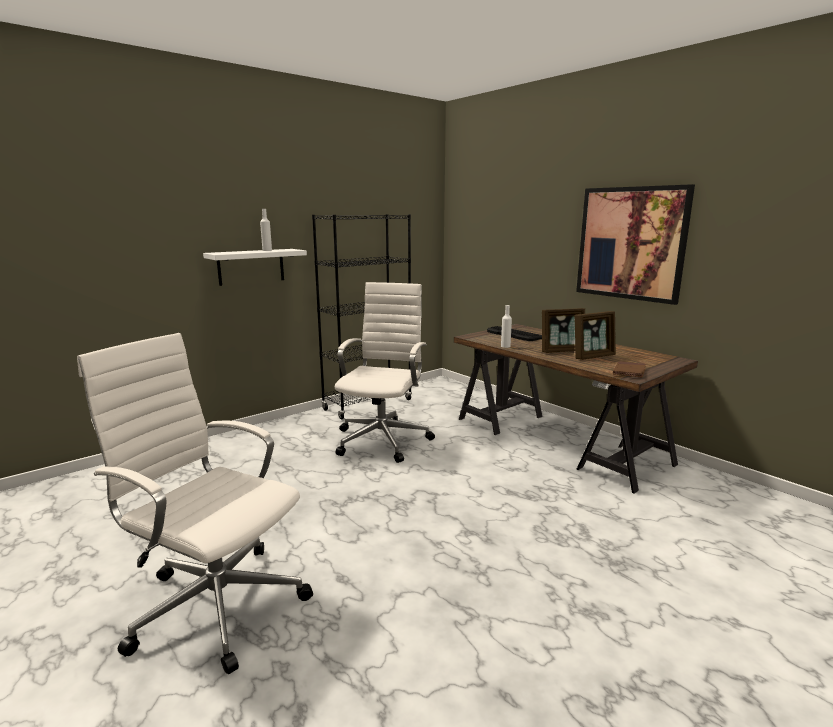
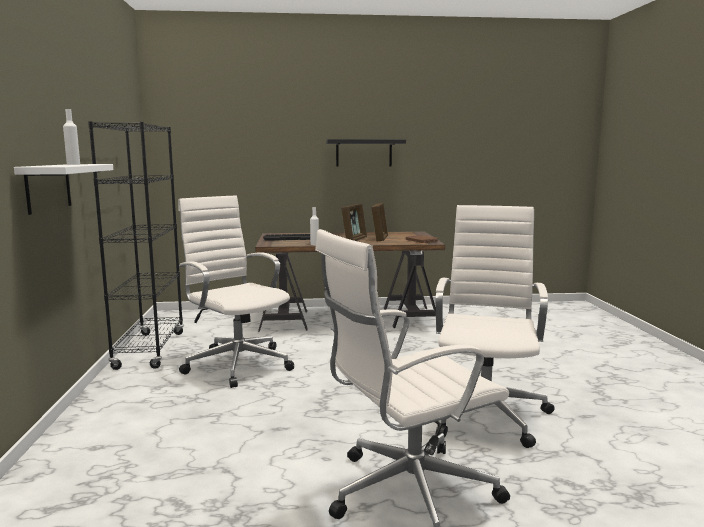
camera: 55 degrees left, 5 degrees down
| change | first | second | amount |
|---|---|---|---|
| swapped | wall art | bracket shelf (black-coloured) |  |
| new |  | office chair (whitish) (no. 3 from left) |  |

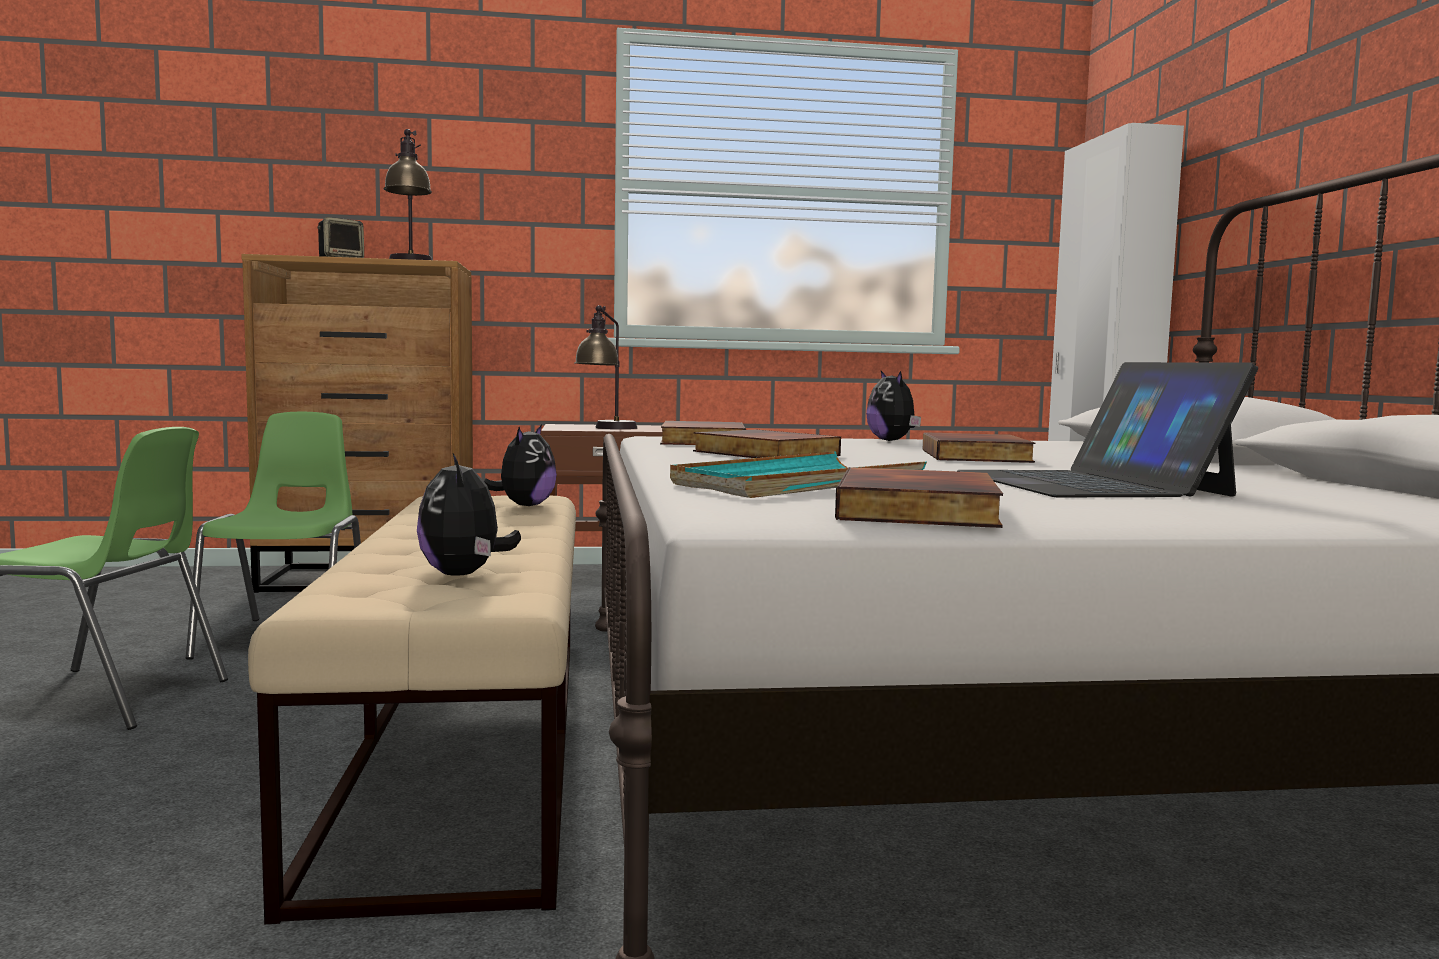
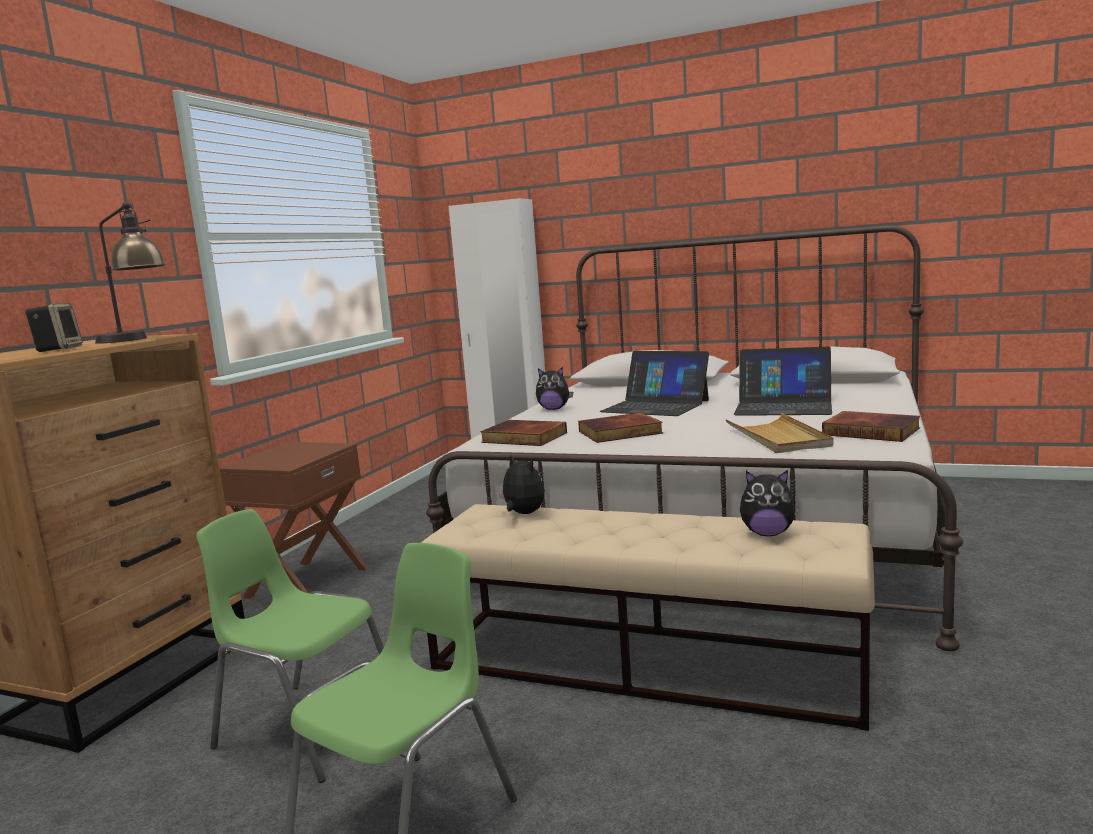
camera: 60 degrees left, 5 degrees up
| change | first | second | amount |
|---|---|---|---|
| swapped | bound book (no. 4 from left) | portable computer (no. 1 from left) |  |
| repainted | serving tray (turquoise) | serving tray (sand-coloured) |  |
| gone | tabletop lamp (no. 2 from left) |  |  |

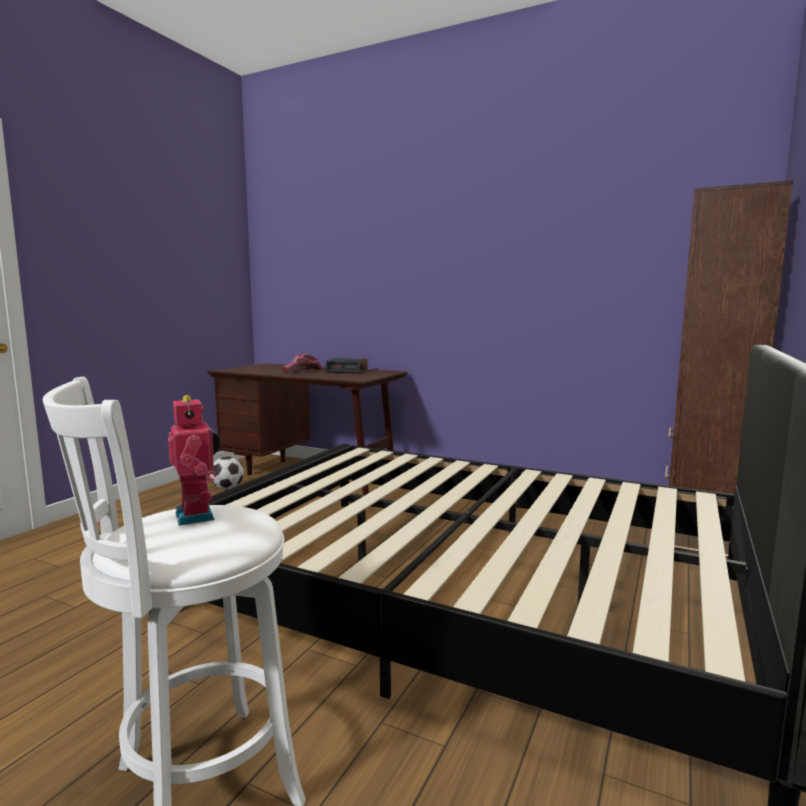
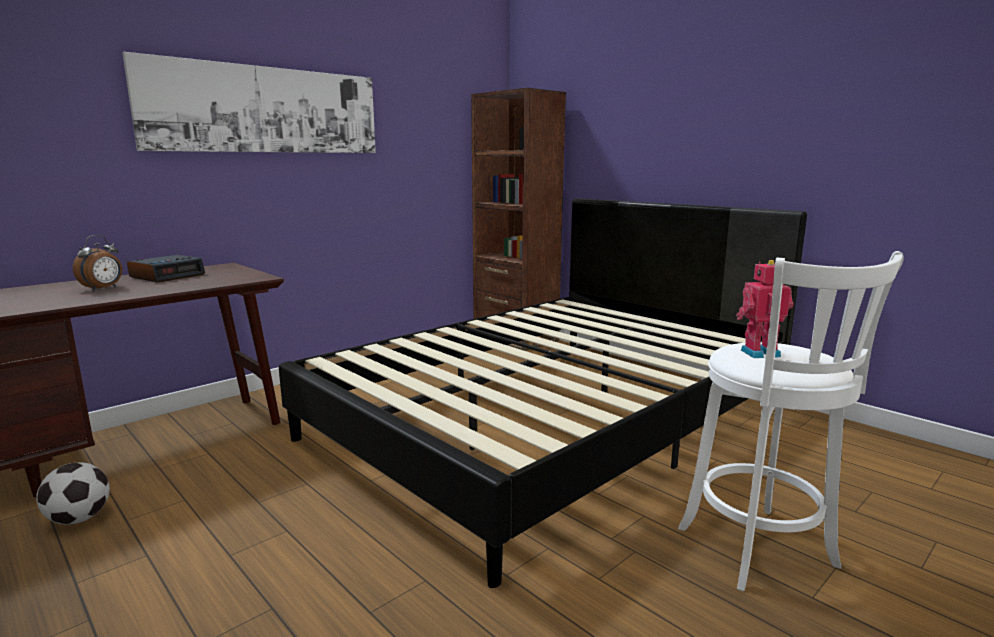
camera: 70 degrees left, 5 degrees up
| change | first | second | amount |
|---|---|---|---|
| swapped | cap | table clock (no. 1 from left) |  |
| new |  | wall art |  |

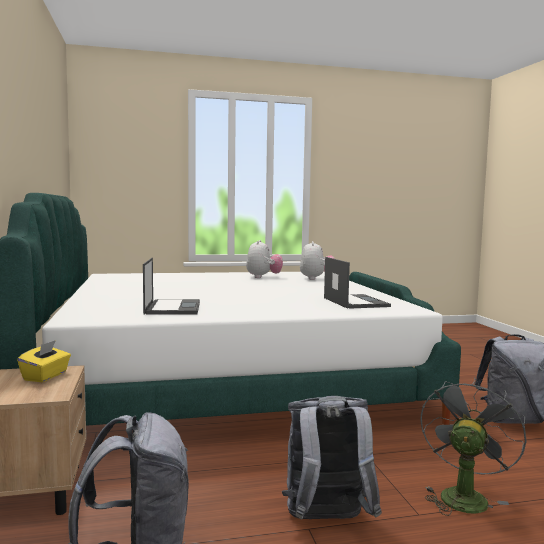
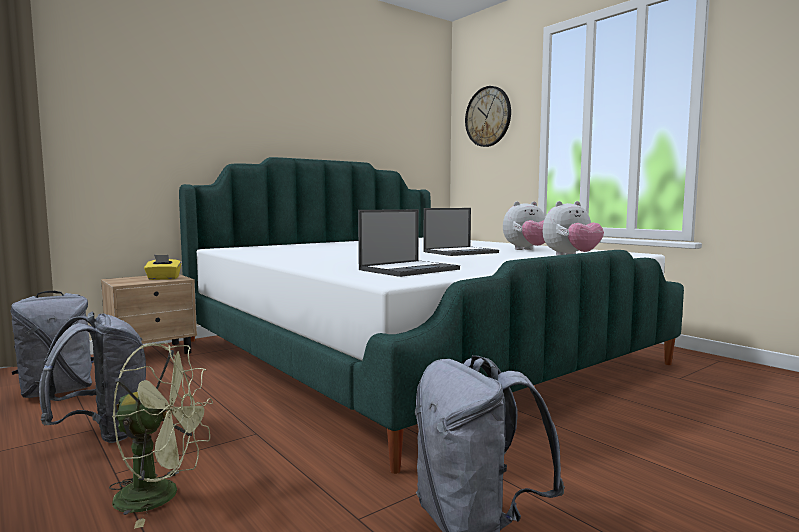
camera: 65 degrees right, 0 degrees up
| change | first | second | amount |
|---|---|---|---|
| repainted | electric fan (gray) | electric fan (green-coloured) |  |
| shifted | portable computer (no. 1 from left in the first image) | portable computer (no. 2 from left) |  |
| new |  | wall clock |  |

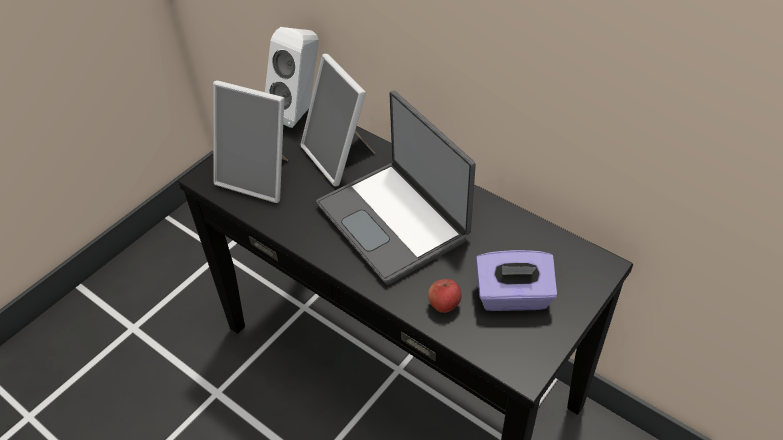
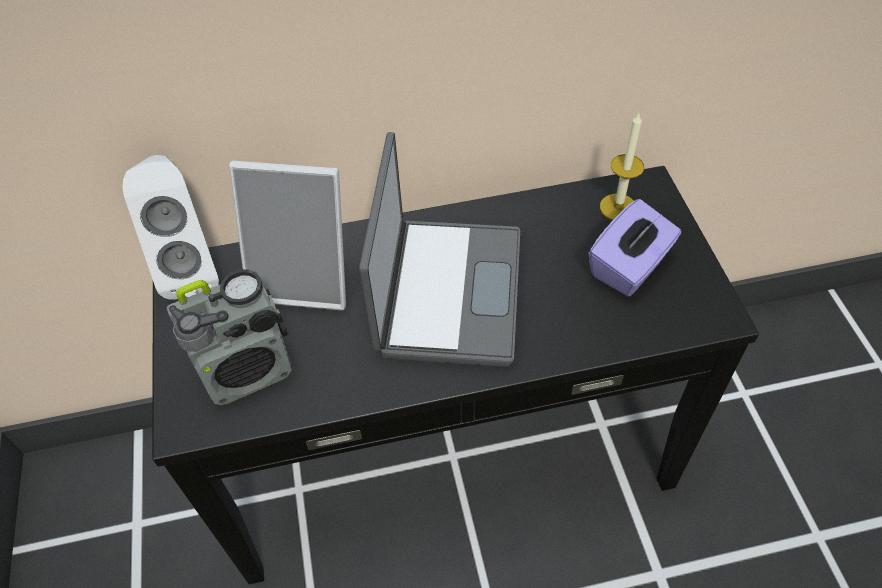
camera: 50 degrees left, 5 degrees up
| change | first | second | amount |
|---|---|---|---|
| swapped | photo frame (no. 1 from left) | radio receiver |  |
| rotated | portable computer |  | 90 degrees counterclockwise |
| new |  | wax light |  |
| gone | apple |  |  |

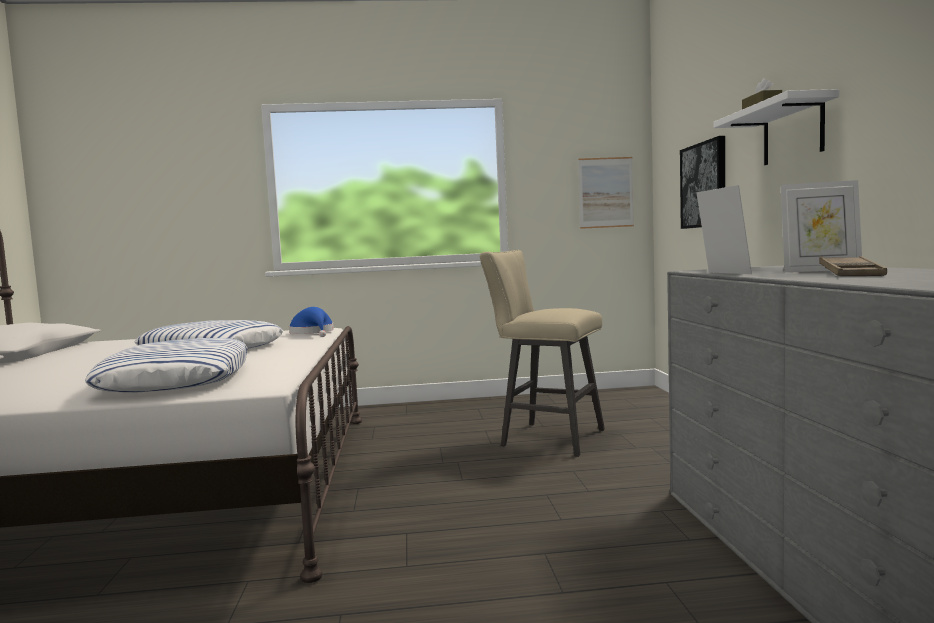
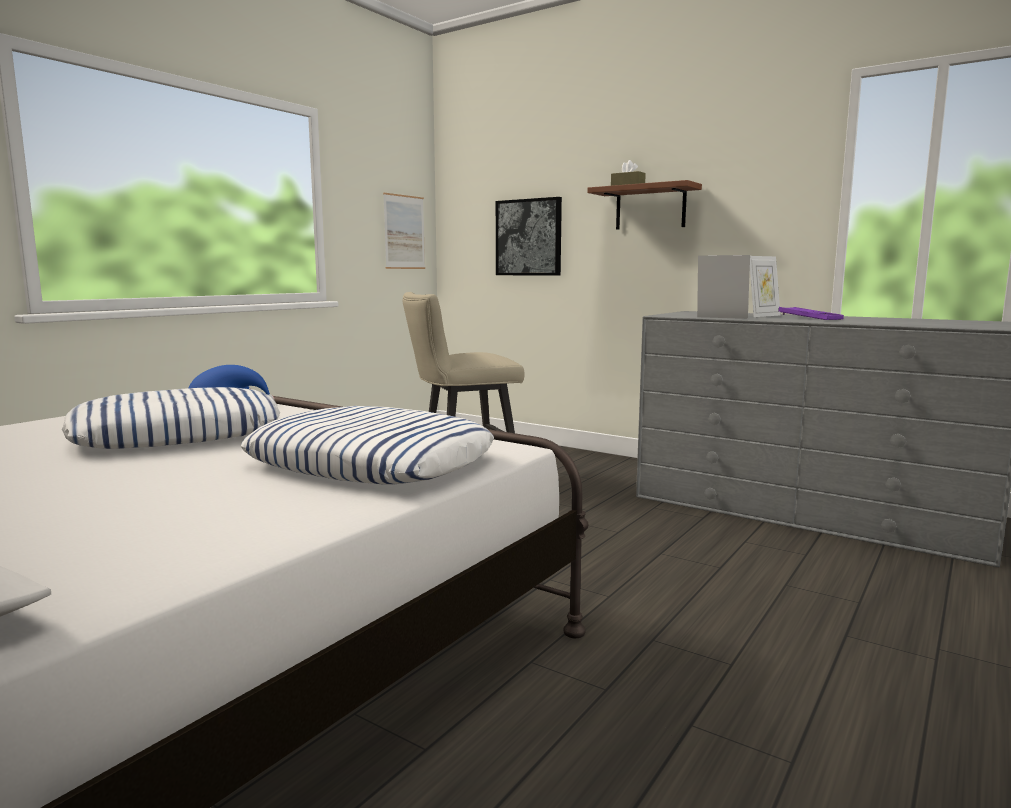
camera: 50 degrees left, 5 degrees up
| change | first | second | amount |
|---|---|---|---|
| repainted | bracket shelf (whitish) | bracket shelf (brownish) |  |
| repainted | serving tray (brownish) | serving tray (purple-coloured) |  |

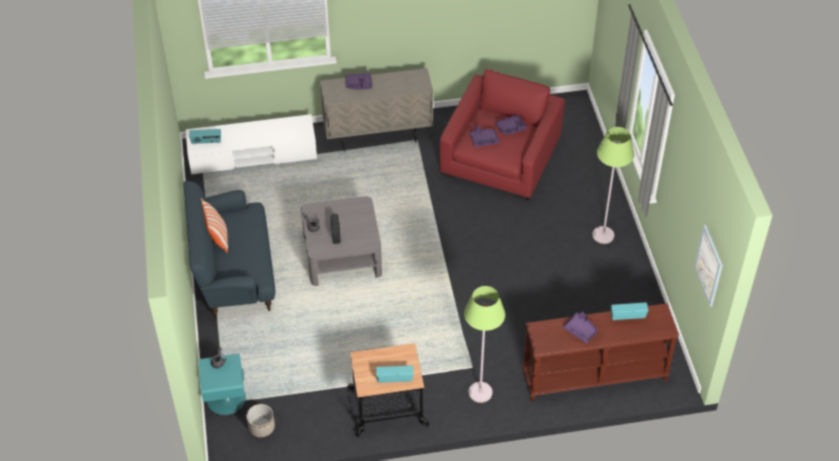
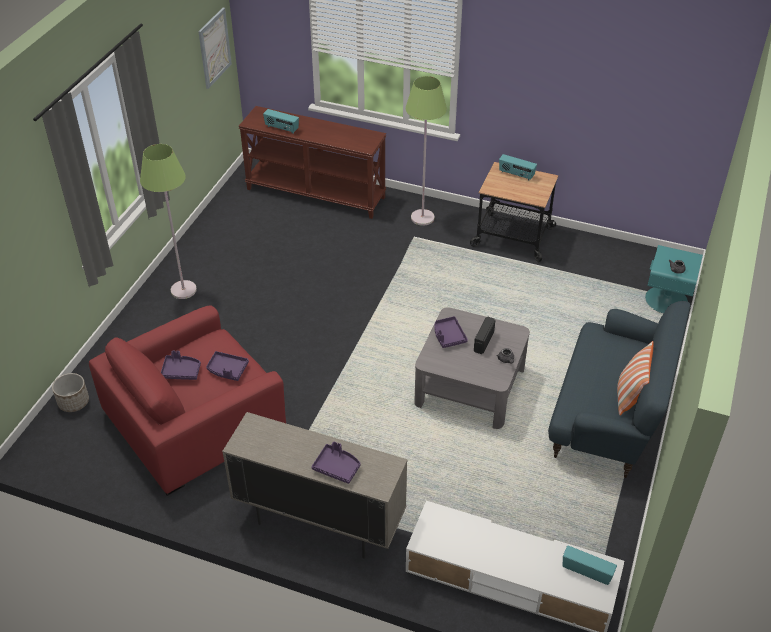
camera: 150 degrees left, 5 degrees down
| change | first | second | amount |
|---|---|---|---|
| shifted | plant pot |  |  |
| shifted | serving tray (purple-coloured) (no. 4 from left) |  |  |

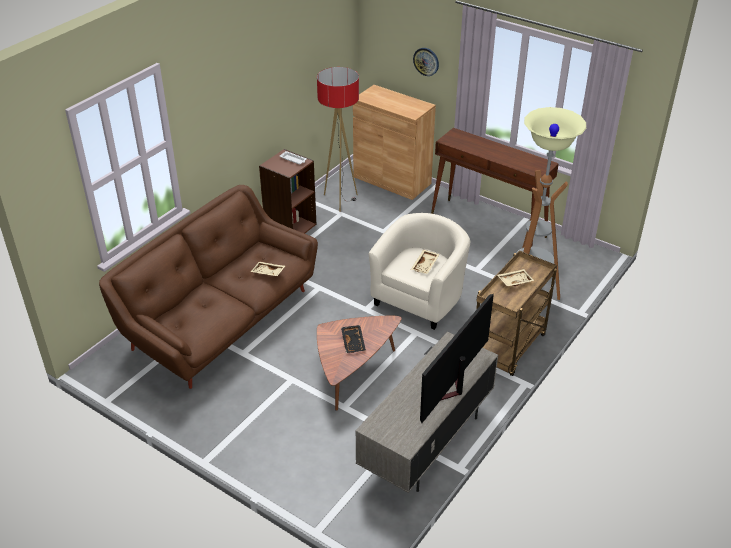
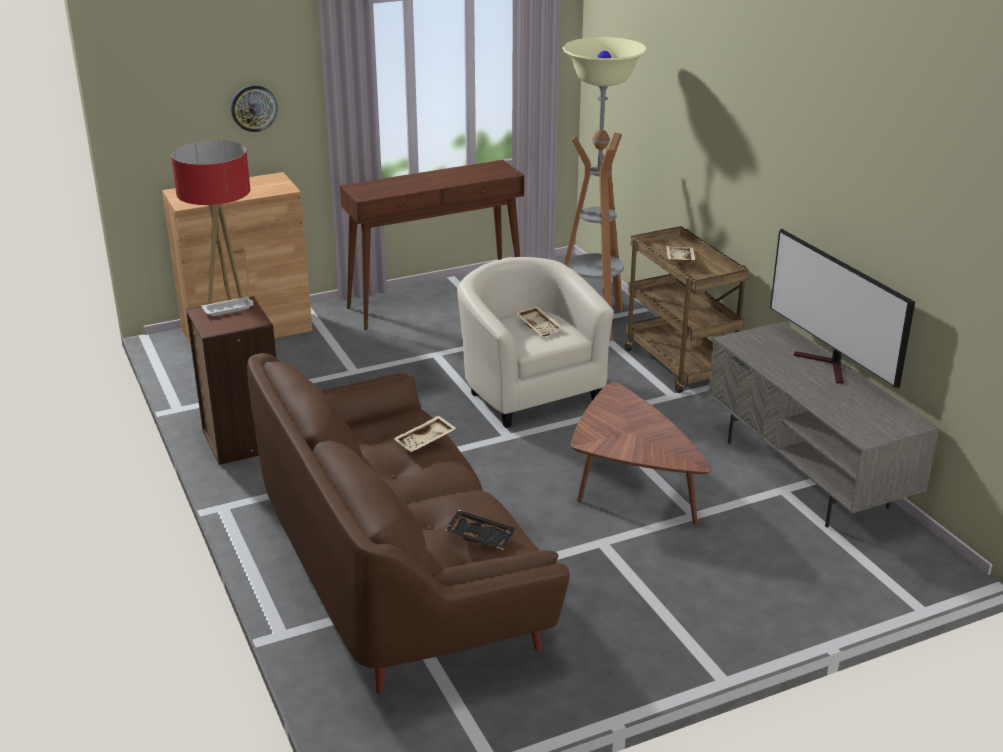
camera: 60 degrees left, 10 degrees down
| change | first | second | amount |
|---|---|---|---|
| shifted | serving tray (black-coloured) |  |  |

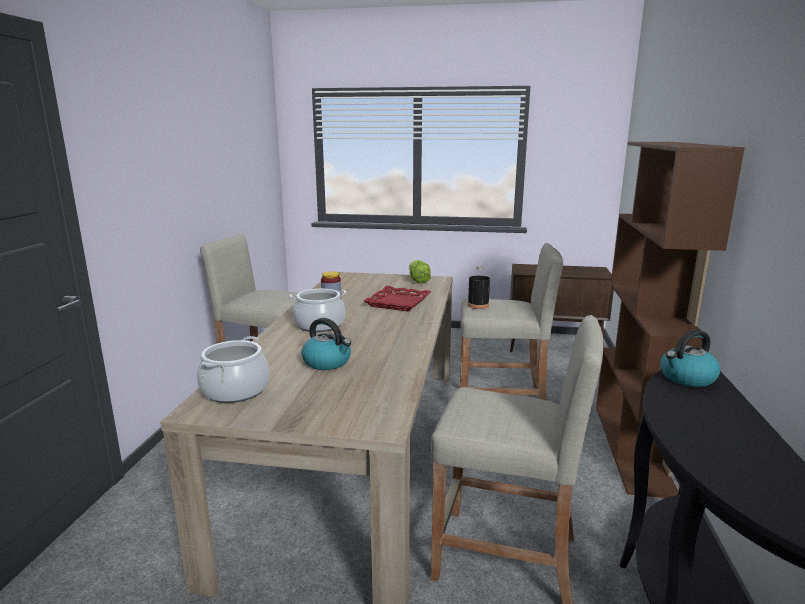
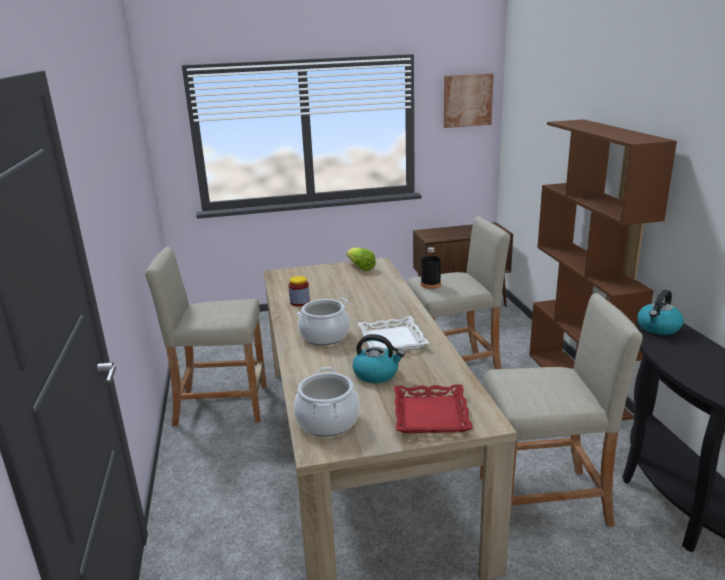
camera: 20 degrees left, 5 degrees up
| change | first | second | amount |
|---|---|---|---|
| new |  | serving tray (whitish) |  |
| shifted | serving tray (reddish) |  |  |
| new |  | wall art |  |

